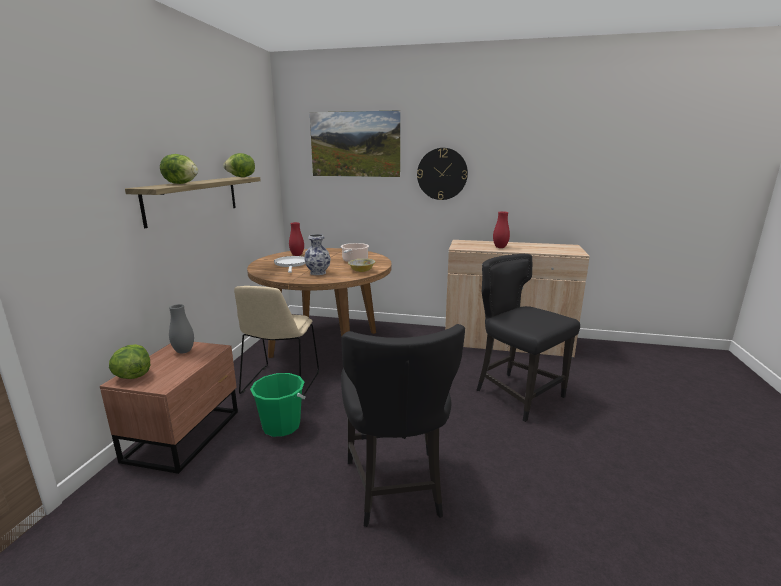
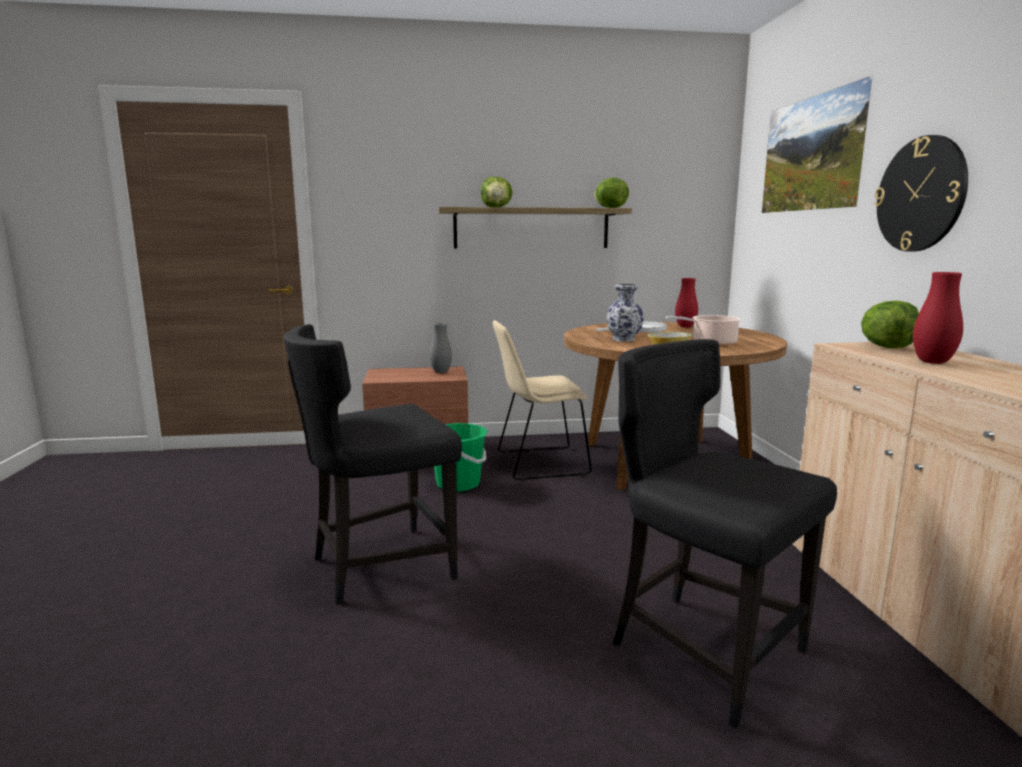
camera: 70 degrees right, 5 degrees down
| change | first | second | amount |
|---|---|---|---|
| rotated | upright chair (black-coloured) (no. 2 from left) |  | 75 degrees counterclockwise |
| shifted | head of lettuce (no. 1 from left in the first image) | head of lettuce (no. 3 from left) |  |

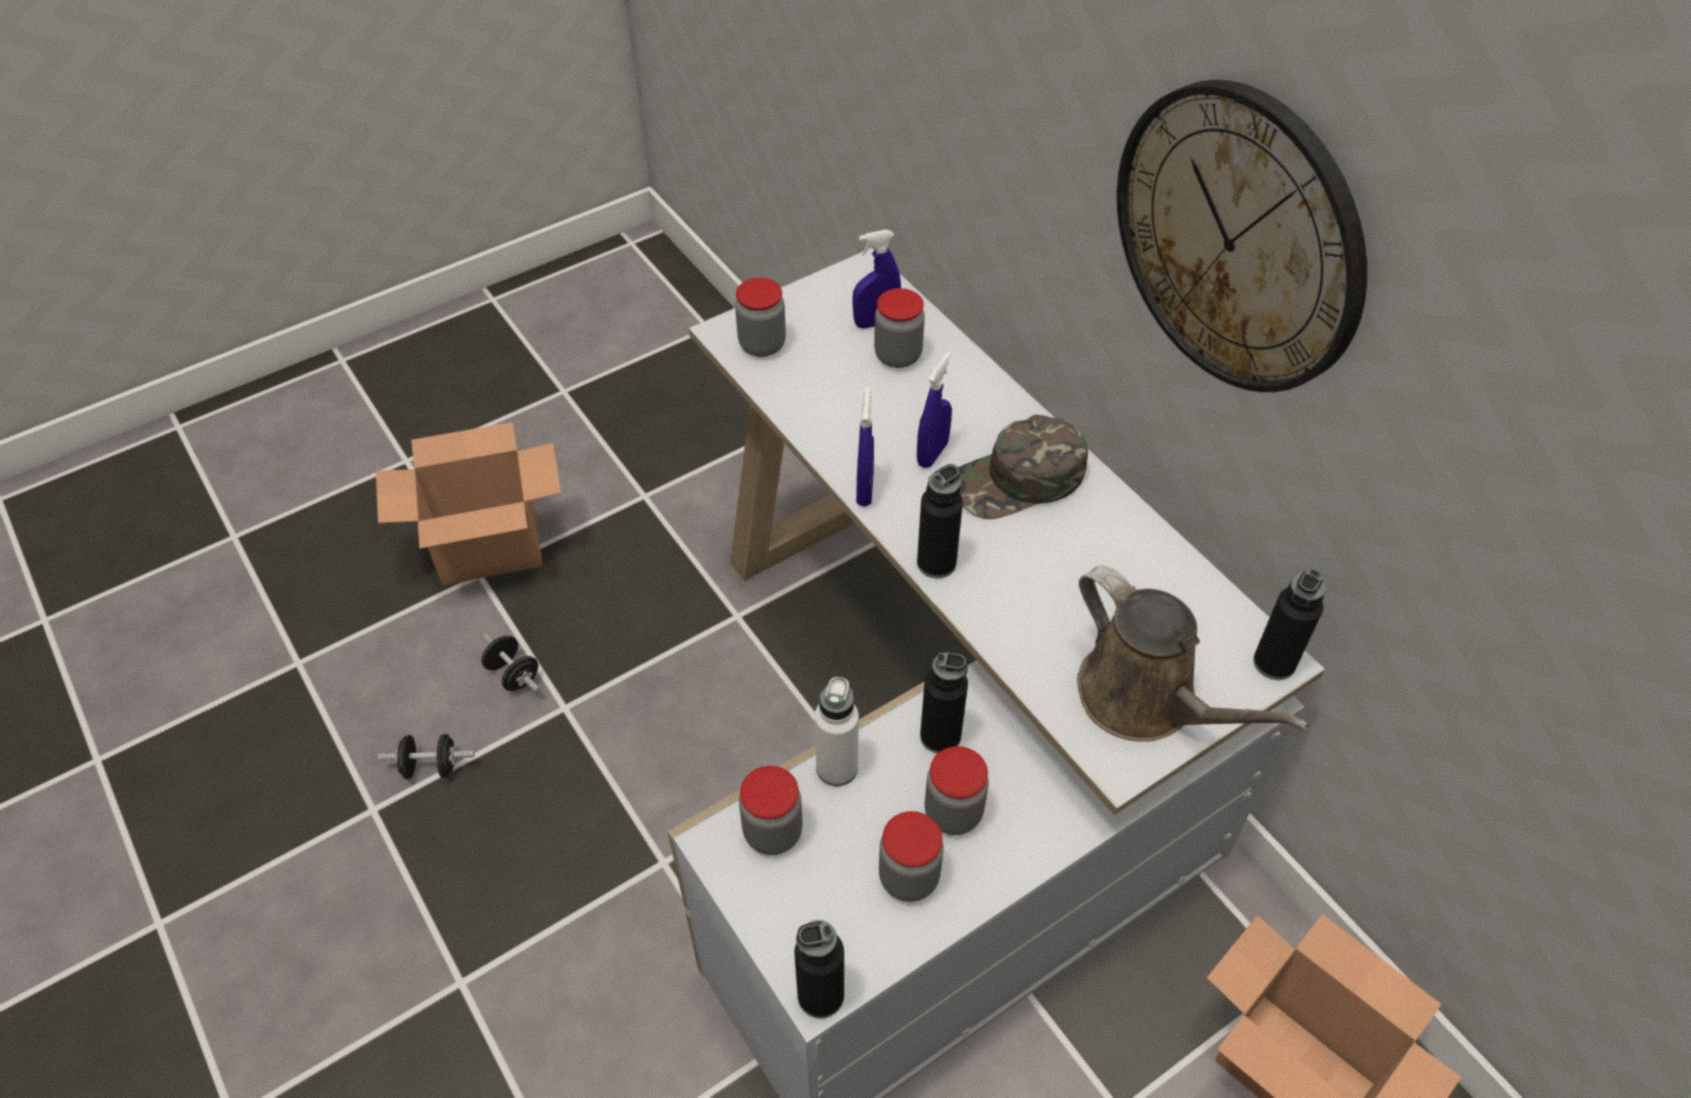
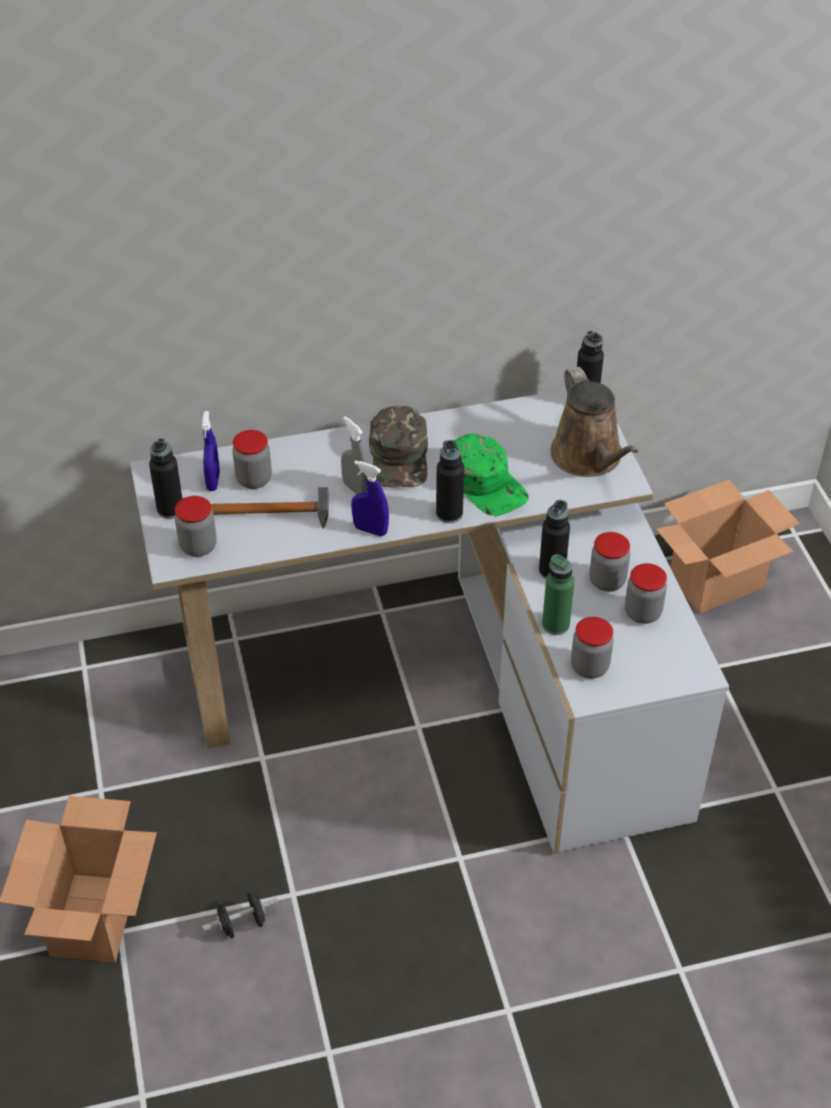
camera: 70 degrees left, 5 degrees down
| change | first | second | amount |
|---|---|---|---|
| shifted | bottle (black-coloured) (no. 1 from left) |  |  |
| new |  | hammer |  |
| repainted | spray bottle (blue-coloured) (no. 3 from left) | spray bottle (gray) |  |
| new |  | cap (green-coloured) (no. 2 from left) |  |
| repainted | bottle (whitish) | bottle (green-coloured) |  |
| rotated | watering pot (brownish) |  | 90 degrees clockwise |
| gone | free weight (black-coloured) (no. 1 from left) |  |  |
| gone | wall clock |  |  |

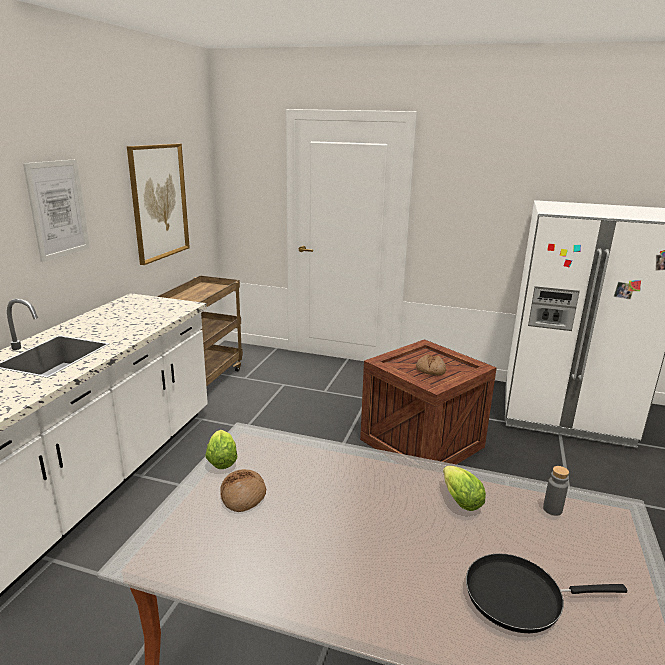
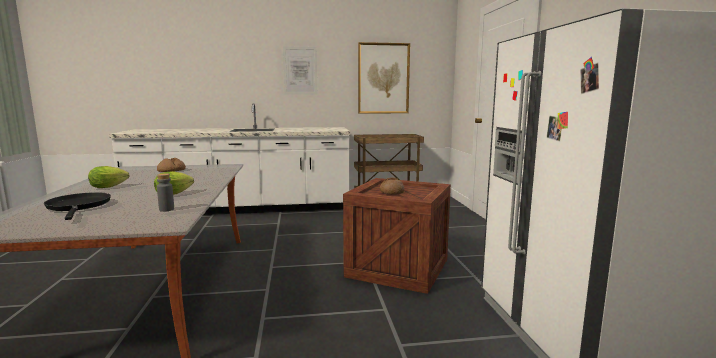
camera: 65 degrees right, 10 degrees down
| change | first | second | amount |
|---|---|---|---|
| shifted | head of lettuce (no. 1 from left) |  |  |

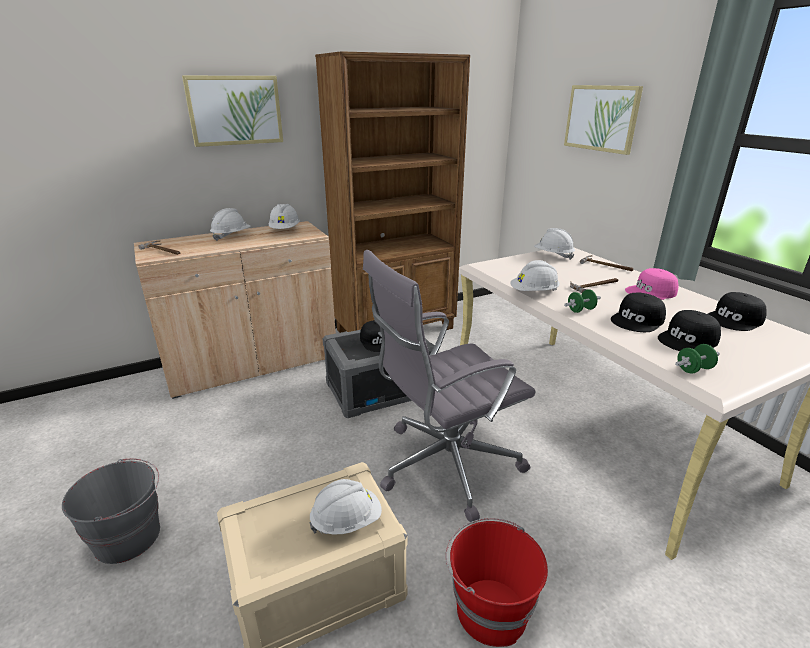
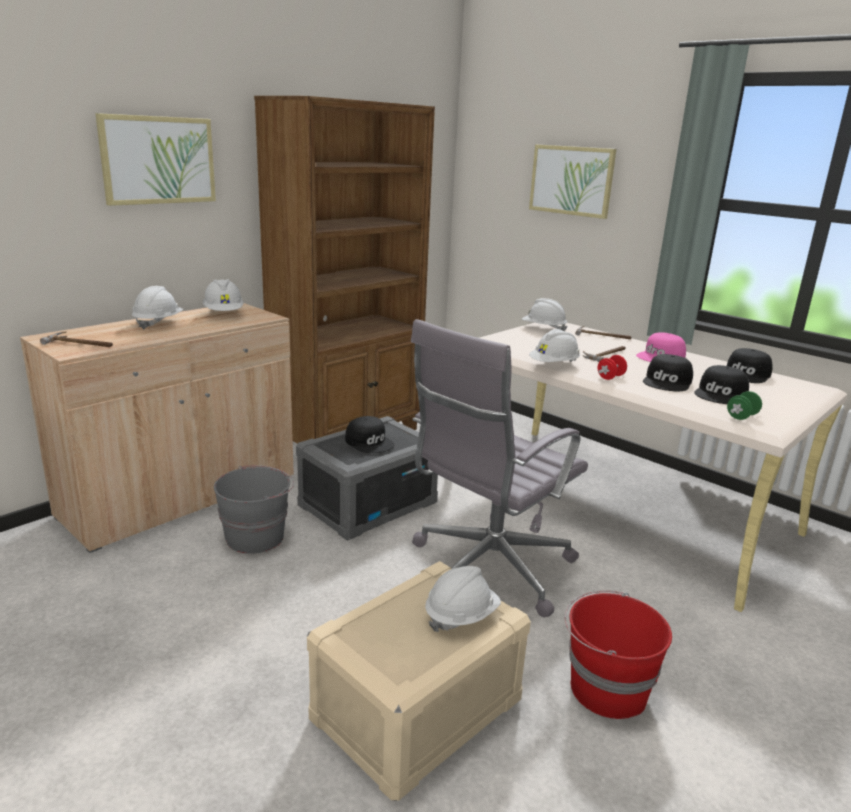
camera: 20 degrees left, 5 degrees down
| change | first | second | amount |
|---|---|---|---|
| shifted | water bucket (gray) |  |  |
| repainted | free weight (green-coloured) (no. 1 from left) | free weight (reddish) |  |

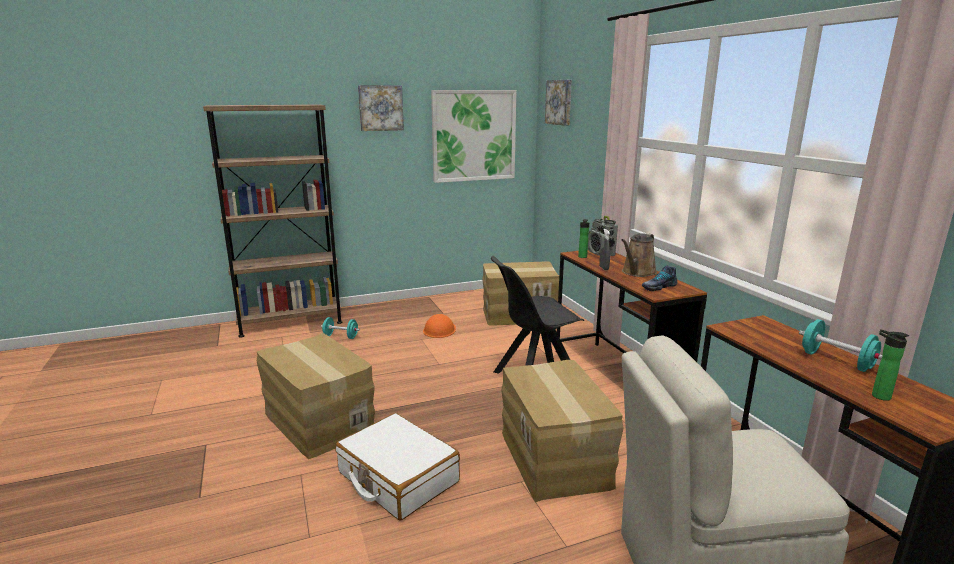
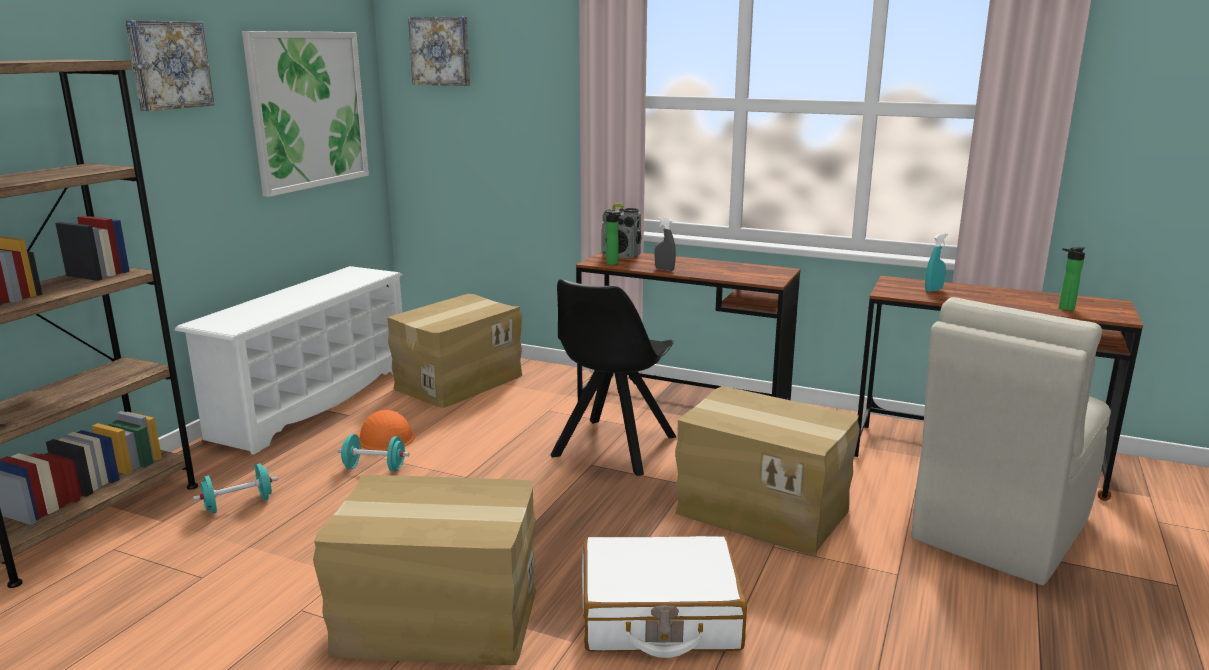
camera: 45 degrees left, 0 degrees up
| change | first | second | amount |
|---|---|---|---|
| new |  | shoe stand (whitish) |  |
| shifted | free weight (turquoise) (no. 2 from left) |  |  |
| new |  | spray bottle (turquoise) |  |
| gone | watering pot (brownish) |  |  |
| gone | item of footwear |  |  |

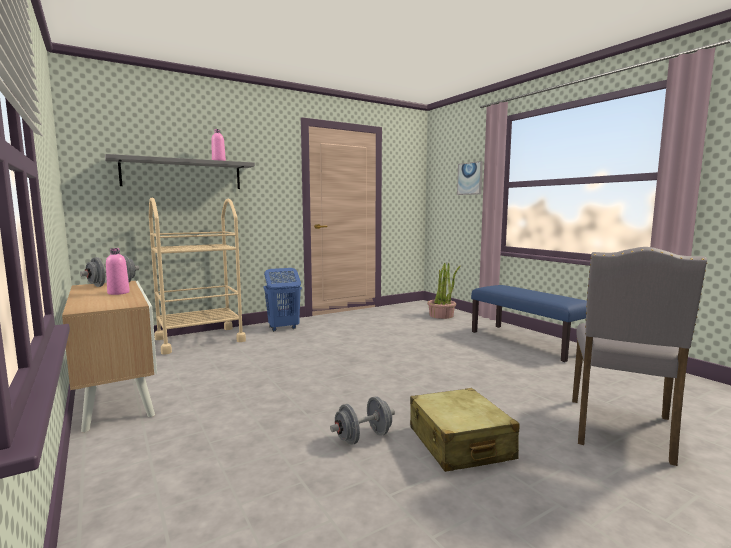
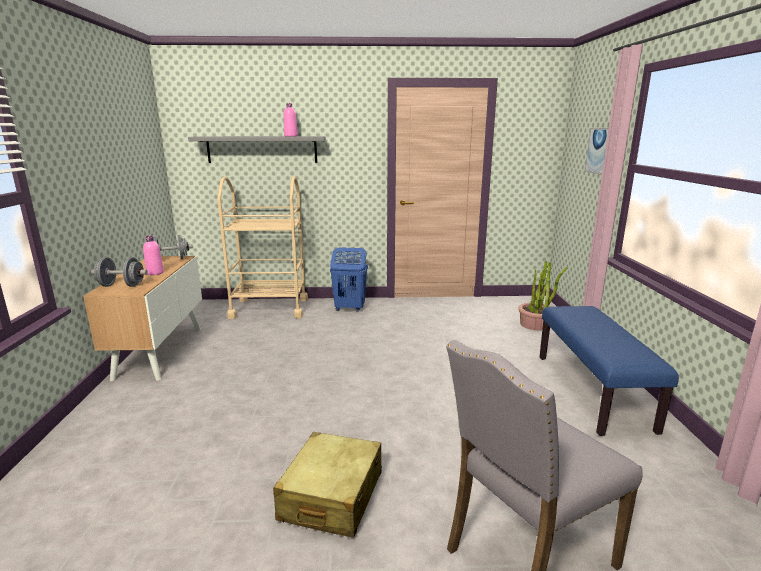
camera: 30 degrees right, 10 degrees up
| change | first | second | amount |
|---|---|---|---|
| shifted | free weight (gray) (no. 2 from left in the first image) | free weight (gray) (no. 1 from left) |  |

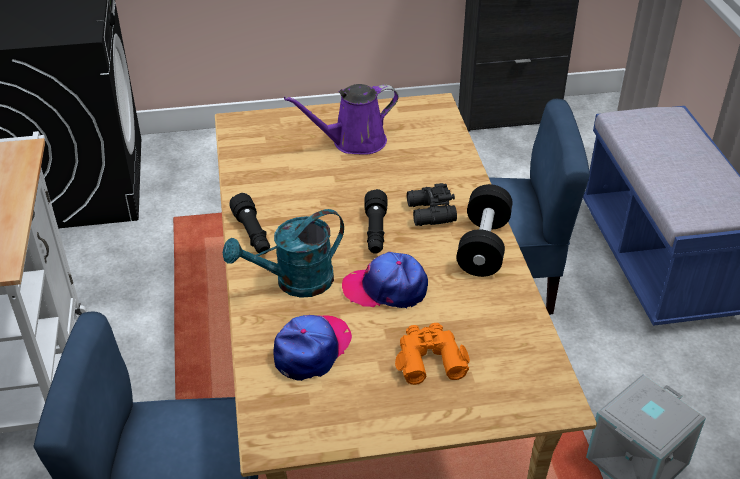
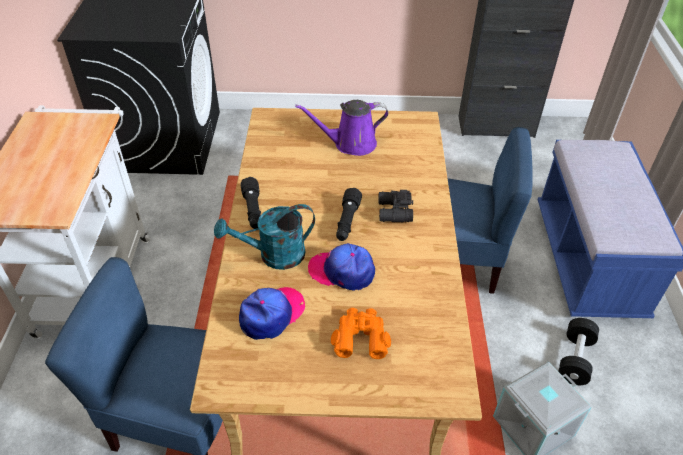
camera: 10 degrees right, 5 degrees up
| change | first | second | amount |
|---|---|---|---|
| shifted | free weight (black-coloured) |  |  |

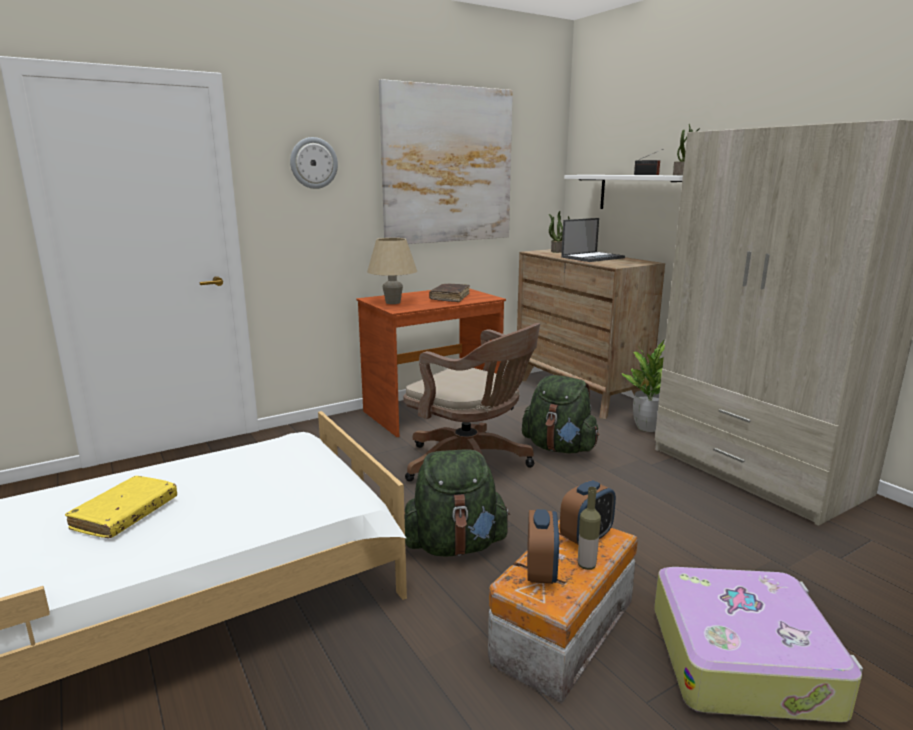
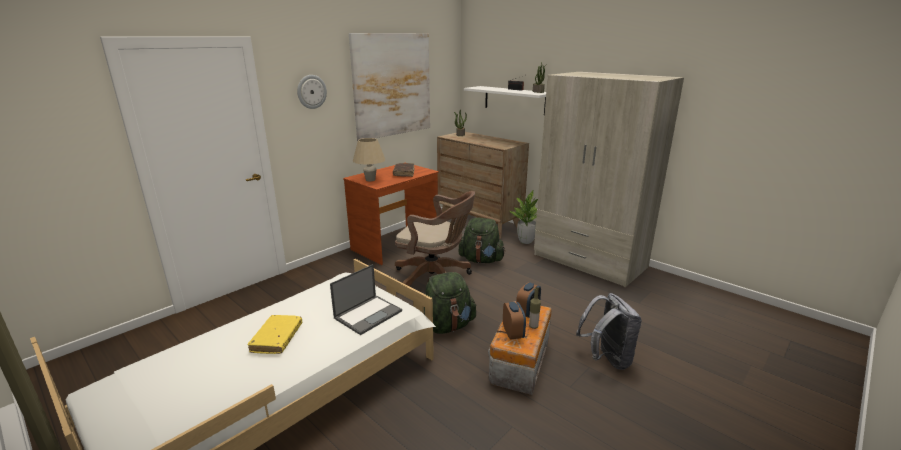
camera: 15 degrees left, 5 degrees up
| change | first | second | amount |
|---|---|---|---|
| shifted | portable computer |  |  |
| swapped | suitcase | backpack (gray) |  |

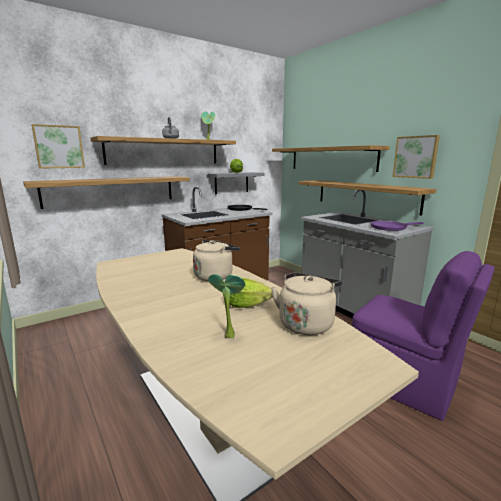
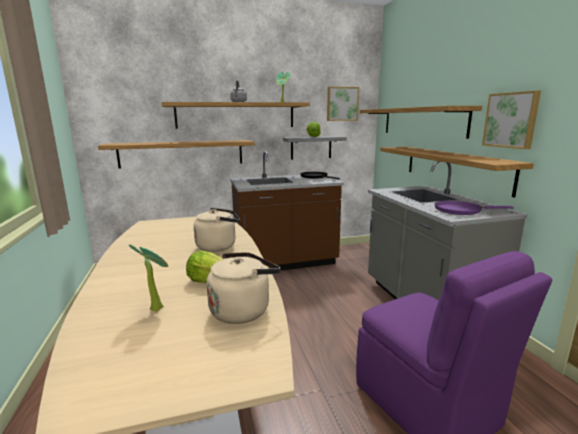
camera: 20 degrees right, 0 degrees up
| change | first | second | amount |
|---|---|---|---|
| shifted | wall art (no. 1 from left) |  |  |

